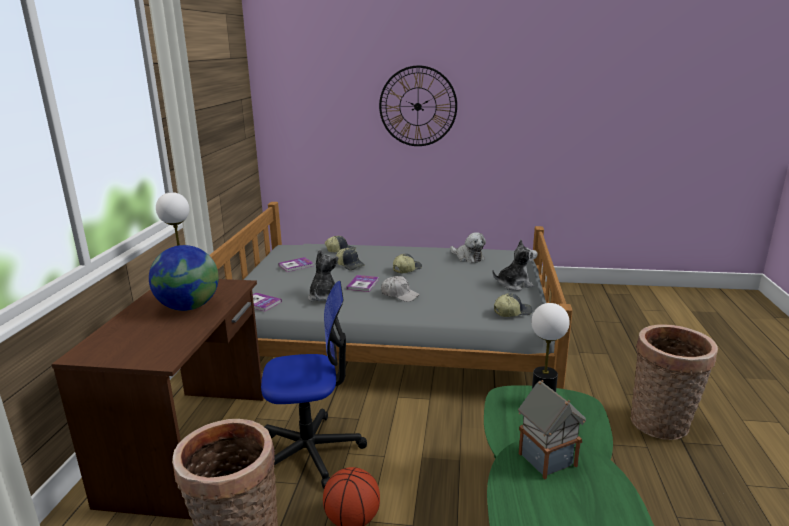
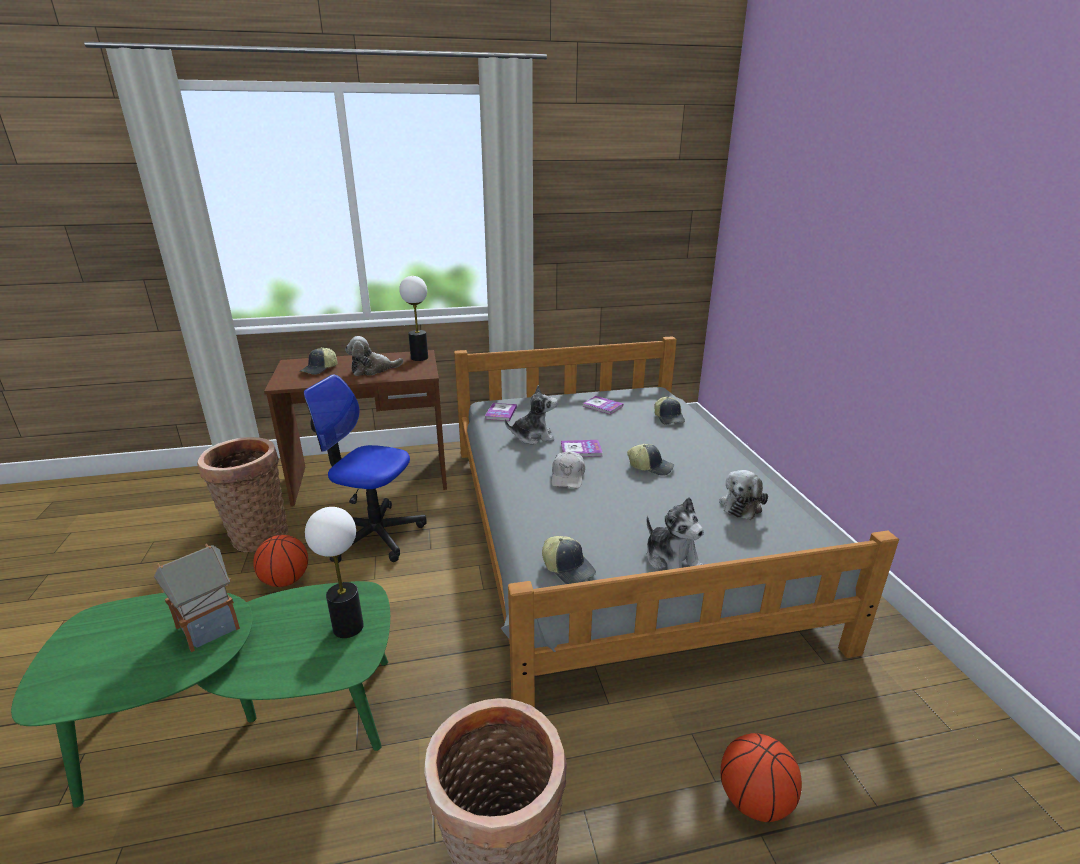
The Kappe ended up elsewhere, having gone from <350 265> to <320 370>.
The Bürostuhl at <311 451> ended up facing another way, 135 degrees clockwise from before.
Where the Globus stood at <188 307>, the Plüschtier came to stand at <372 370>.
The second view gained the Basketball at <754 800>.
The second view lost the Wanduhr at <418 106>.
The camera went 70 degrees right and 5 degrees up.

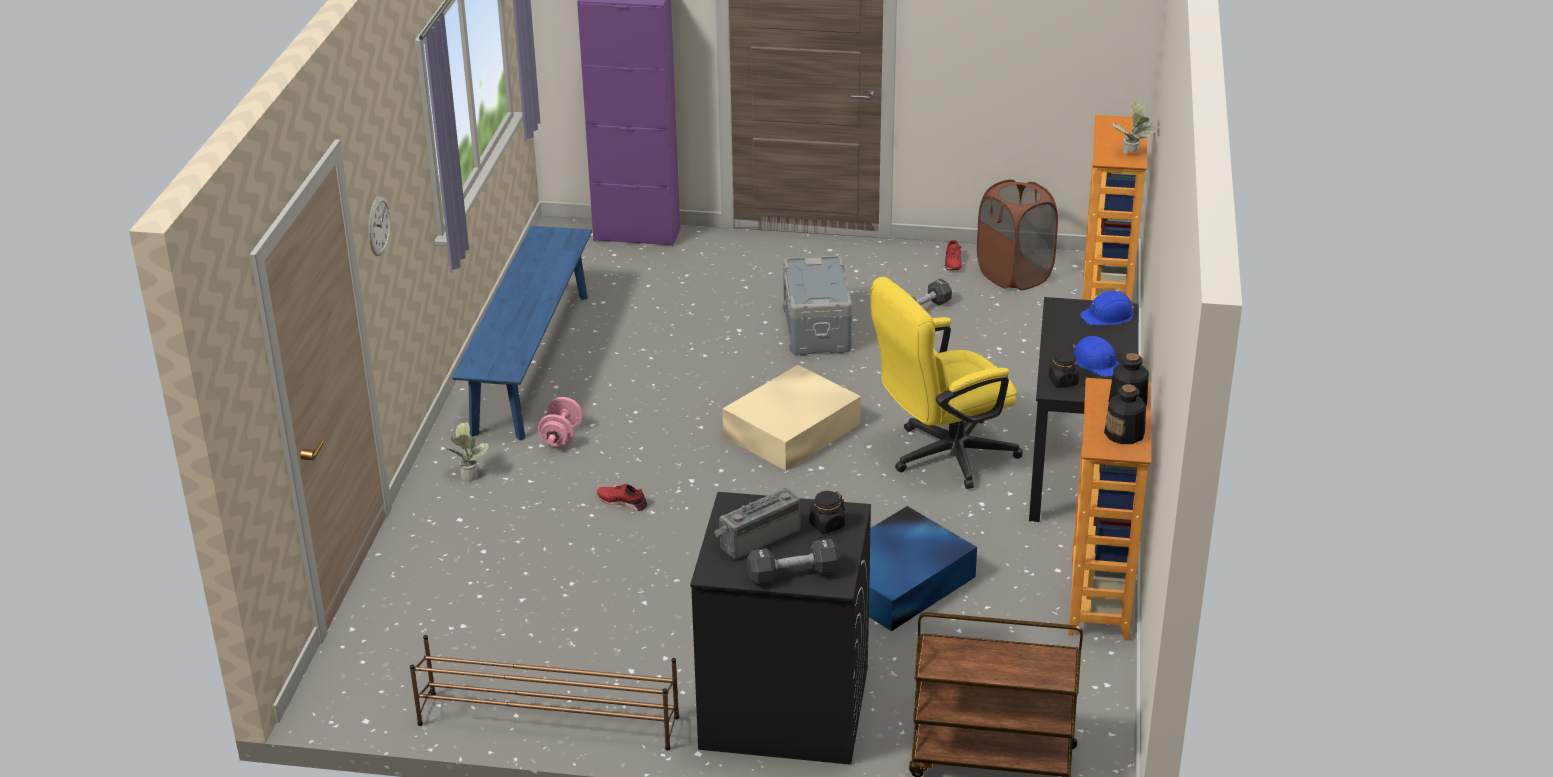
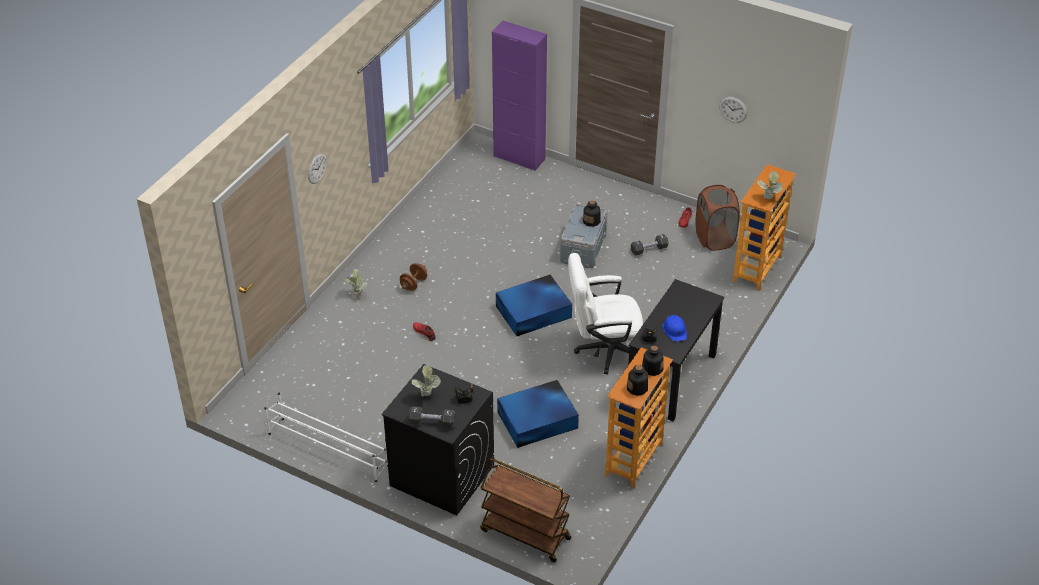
What was the Schuhregal (braun) at <547 720> turned into the Schuhregal (weiß) at <328 449>.
What was the Hantel (rosa) at <561 437> turned into the Hantel (braun) at <413 284>.
Where the Radio stood at <758 537>, the Topfpflanze came to stand at <427 396>.
What was the Aufbewahrungsbox (beige) at <793 430> turned into the Aufbewahrungsbox (blau) at <534 311>.
What was the Bürostuhl (gelb) at <942 456> turned into the Bürostuhl (weiß) at <603 350>.
The second view gained the Flasche at <591 221>.
The second view gained the Wanduhr at <733 109>.
The second view lost the Bank (blau) at <531 362>.
The second view lost the Schutzhelm (blau) at <1108 315>.
The camera went 20 degrees right and 10 degrees up.

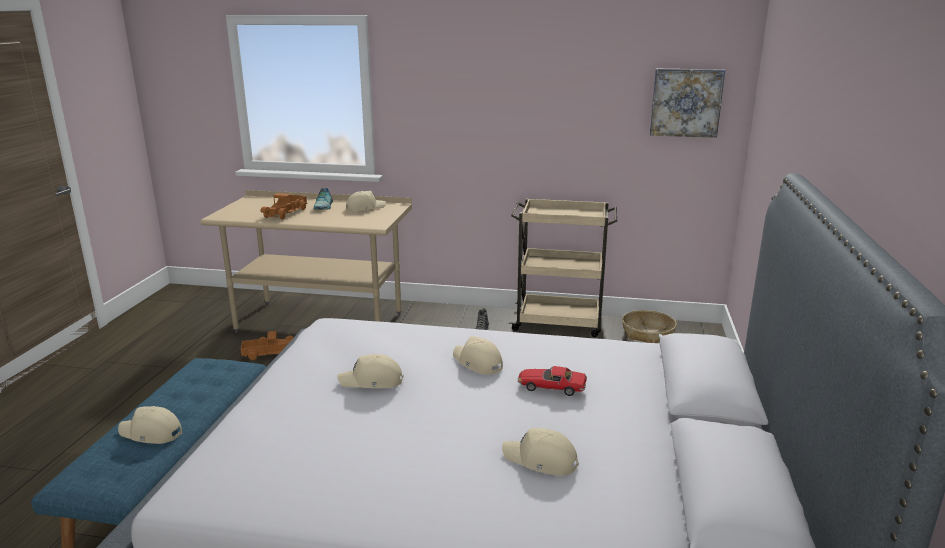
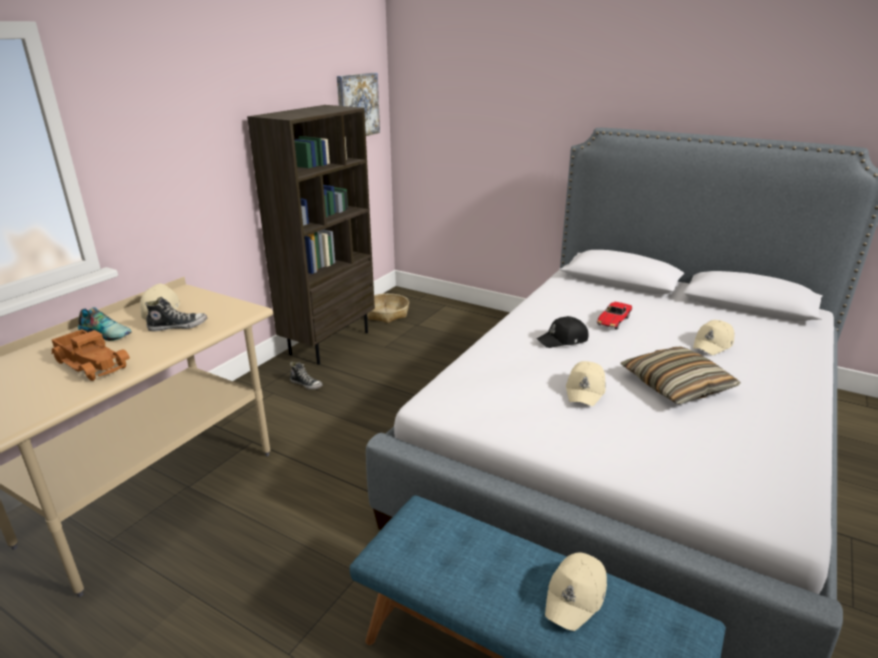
The second view gained the Schuh at <178 326>.
Where the Rollwagen (beige) stood at <559 322>, the Bücherregal (braun) came to stand at <329 342>.
What was the Kappe (beige) at <477 363> turned into the Kappe (schwarz) at <563 340>.
The second view gained the Kissen at <676 385>.
The second view lost the Spielzeuglaster at <270 352>.
The camera went 70 degrees left and 5 degrees up.

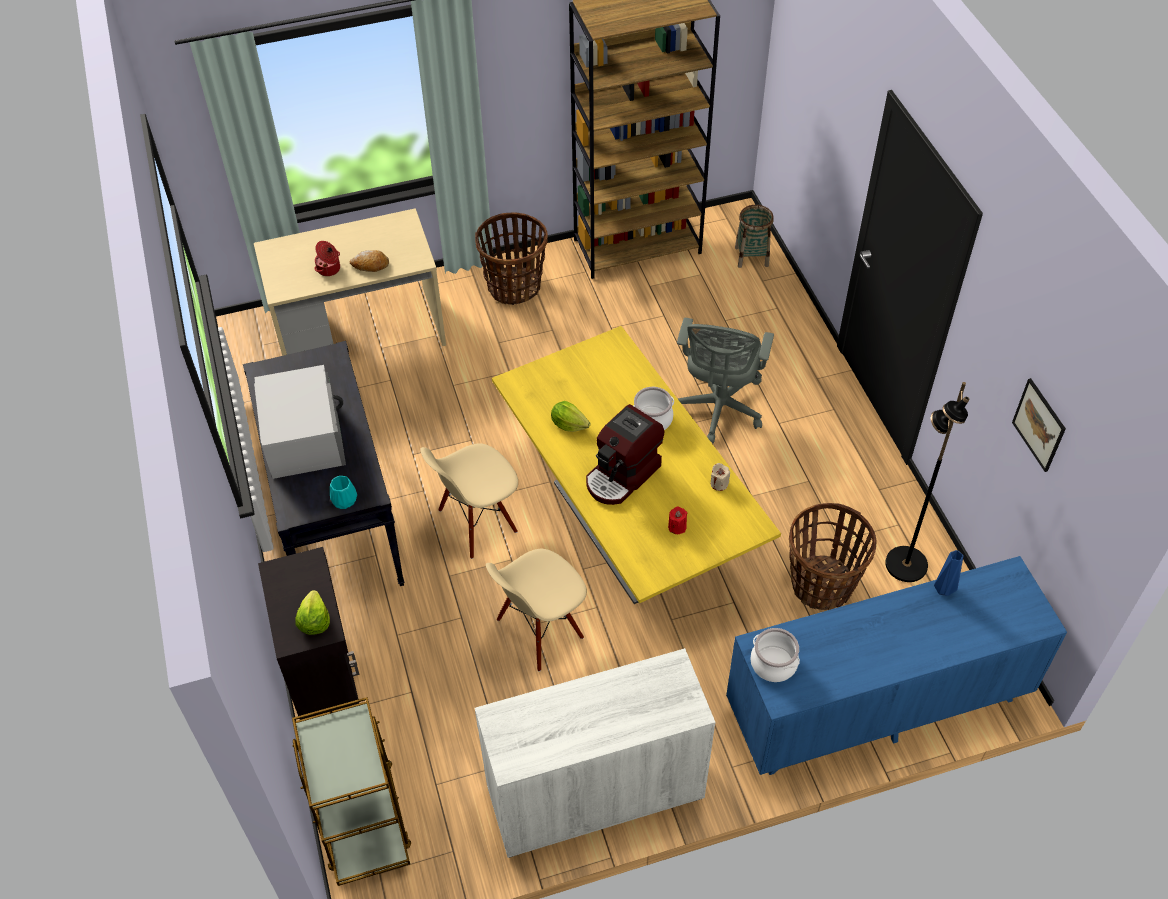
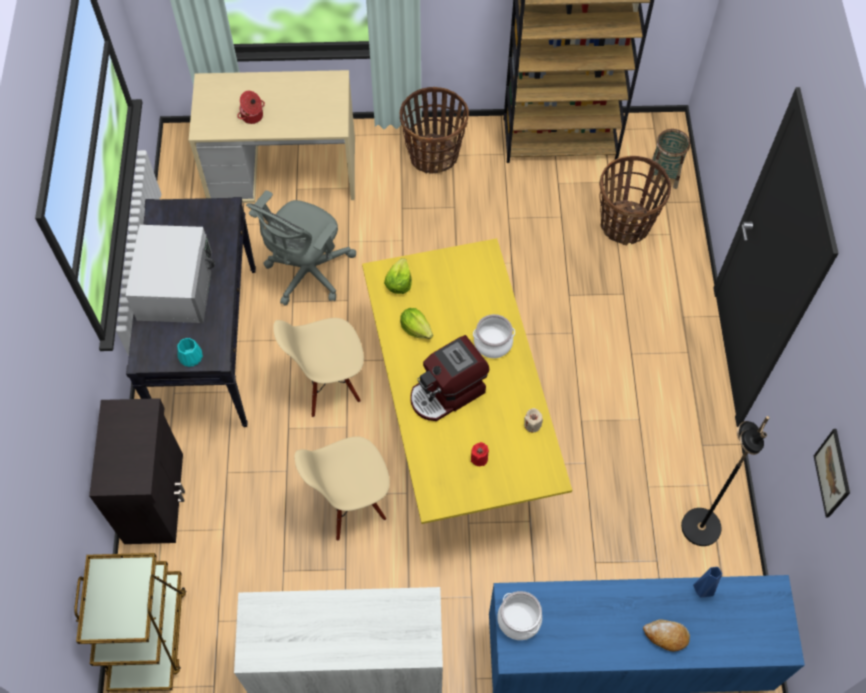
The Bürostuhl (grau) ended up elsewhere, having gone from <718 410> to <306 274>.
The Salatkopf ended up elsewhere, having gone from <314 621> to <399 283>.
The Korb ended up elsewhere, having gone from <822 584> to <625 224>.
The Brot ended up elsewhere, having gone from <370 265> to <666 636>.
The camera went 15 degrees right and 10 degrees up.

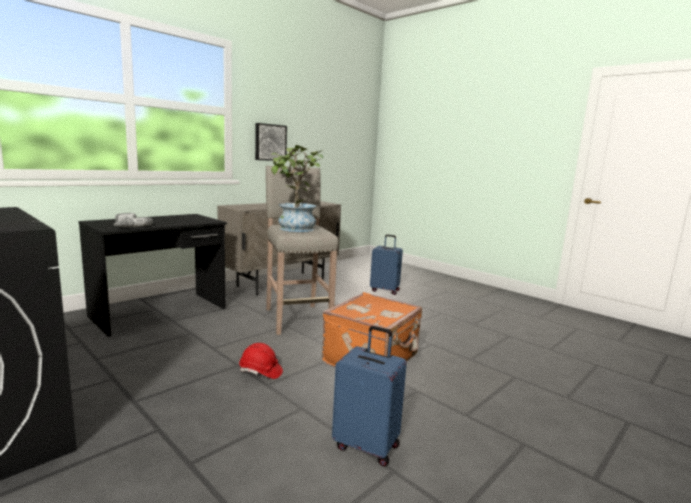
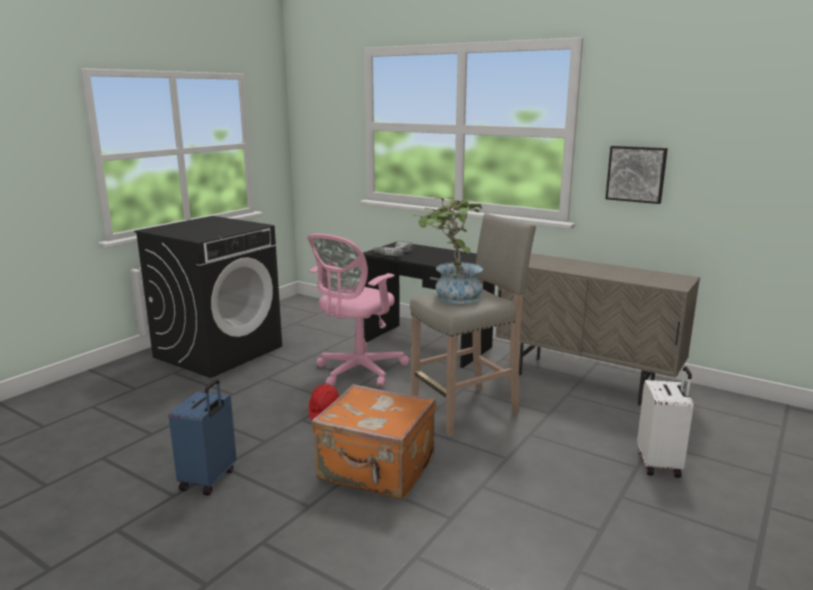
The second view gained the Bürostuhl (rosa) at <357 371>.
What was the Koffer (blau) at <385 290> turned into the Koffer (weiß) at <660 464>.
The camera went 80 degrees right and 5 degrees up.

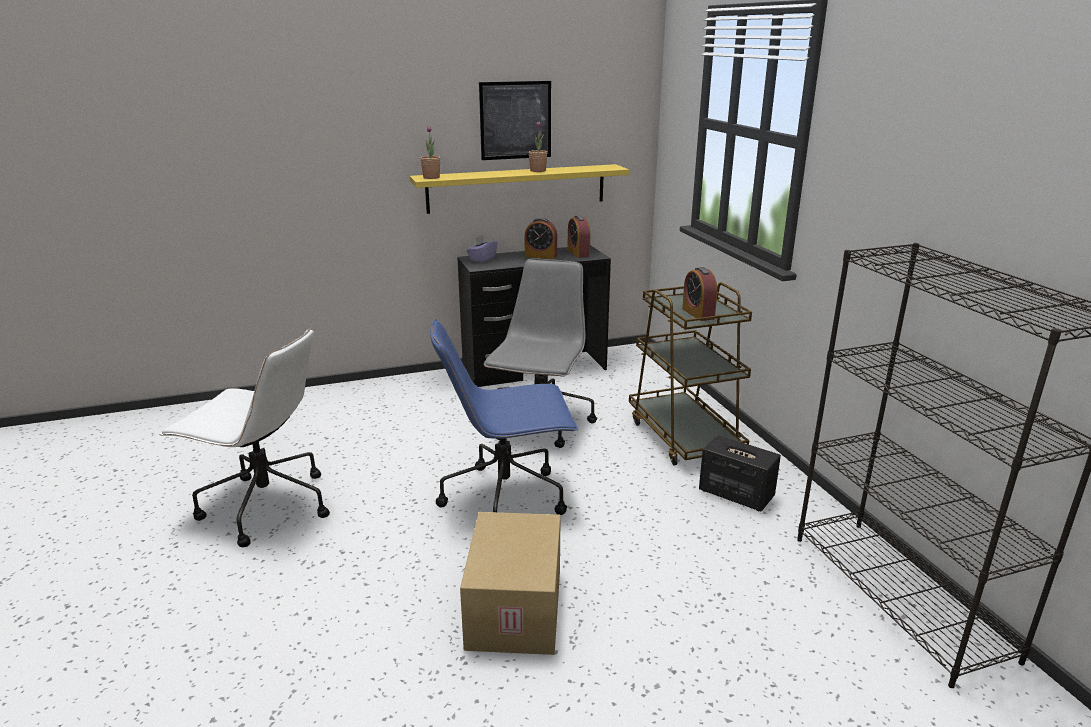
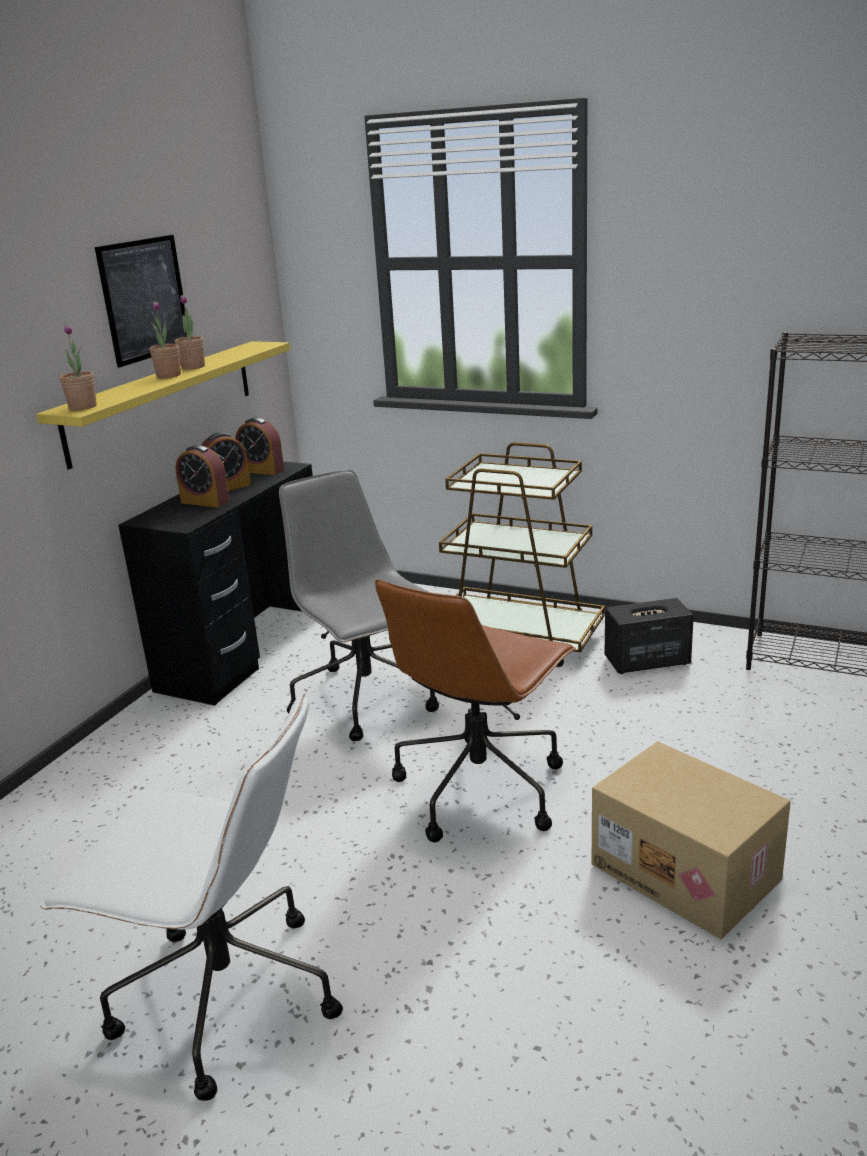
The Bürostuhl (weiß) at <265 506> ended up facing another way, 45 degrees clockwise from before.
The second view gained the Topfpflanze at <169 375>.
The Wecker ended up elsewhere, having gone from <698 313> to <205 502>.
What was the Bürostuhl (blau) at <506 498> turned into the Bürostuhl (braun) at <480 788>.
The second view lost the Taschentuchbox (lila) at <482 259>.
The camera went 45 degrees left and 0 degrees up.

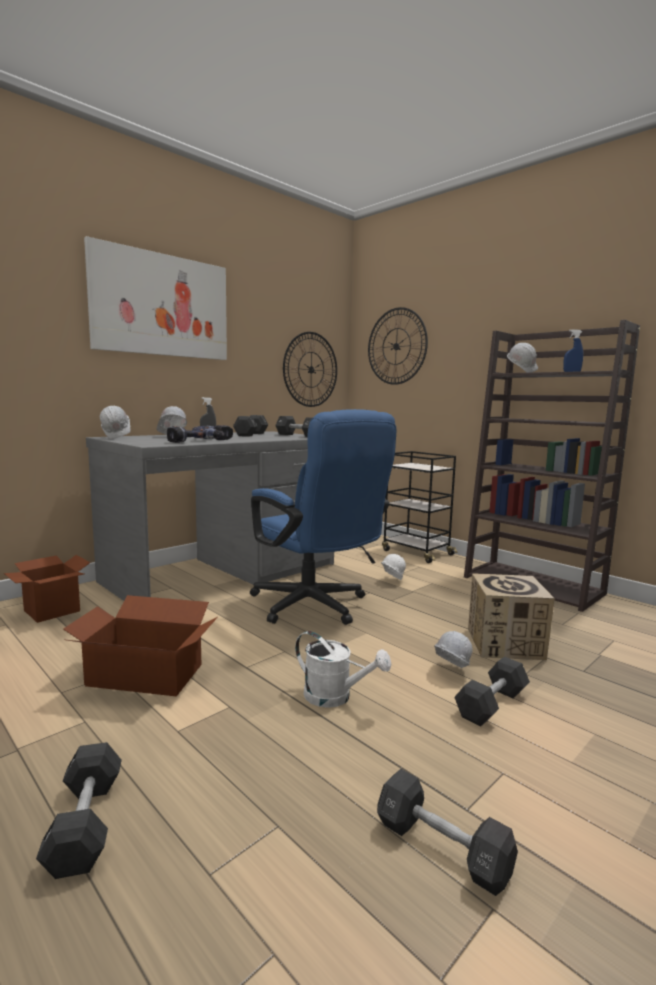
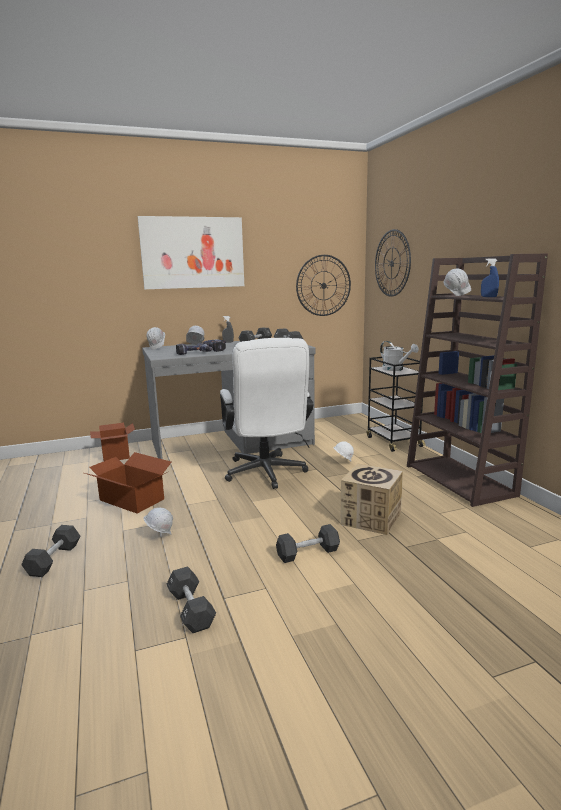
The Schutzhelm (weiß) ended up elsewhere, having gone from <449 672> to <159 536>.
What was the Bürostuhl (blau) at <315 607> turned into the Bürostuhl (weiß) at <266 474>.
The Gießkanne (weiß) ended up elsewhere, having gone from <335 697> to <396 369>.
The camera went 25 degrees right and 5 degrees up.

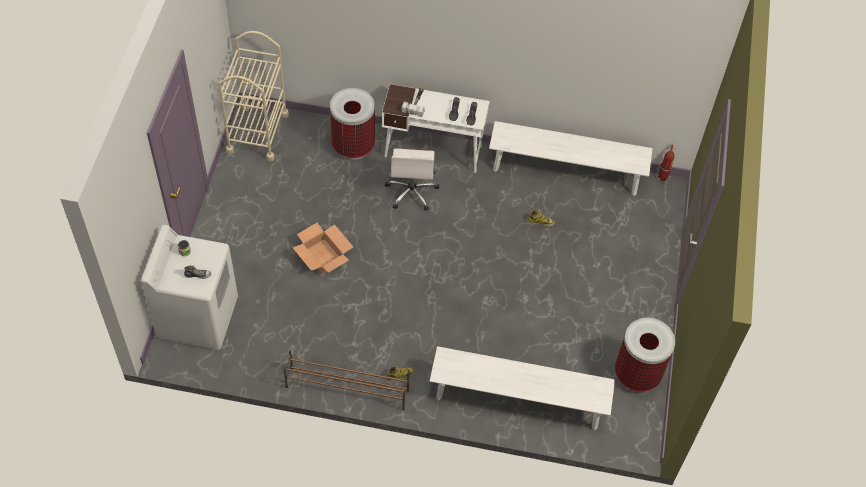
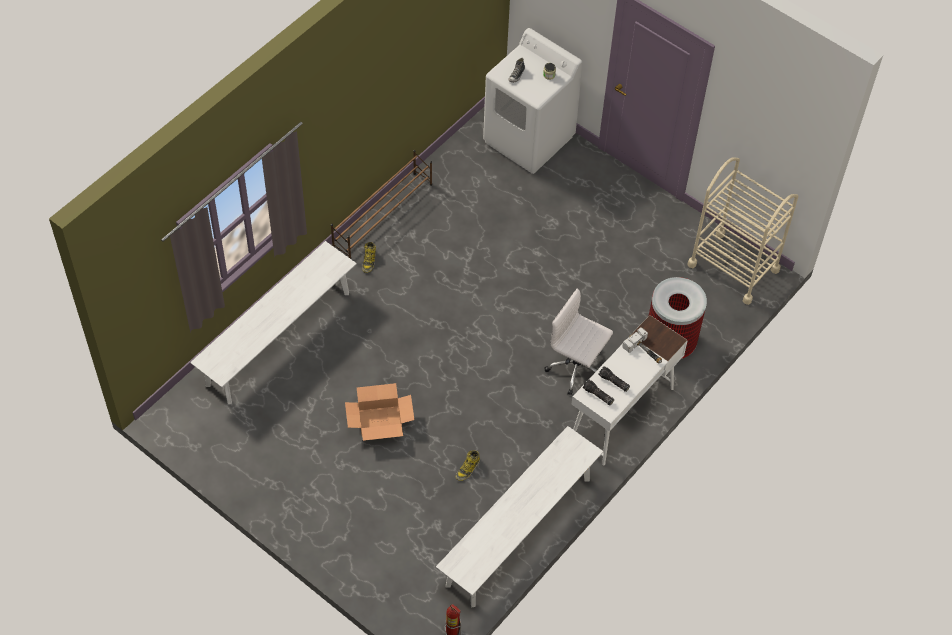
The Karton ended up elsewhere, having gone from <323 256> to <380 421>.
The second view lost the Mülleimer at <637 374>.
The camera went 120 degrees right and 0 degrees up.

